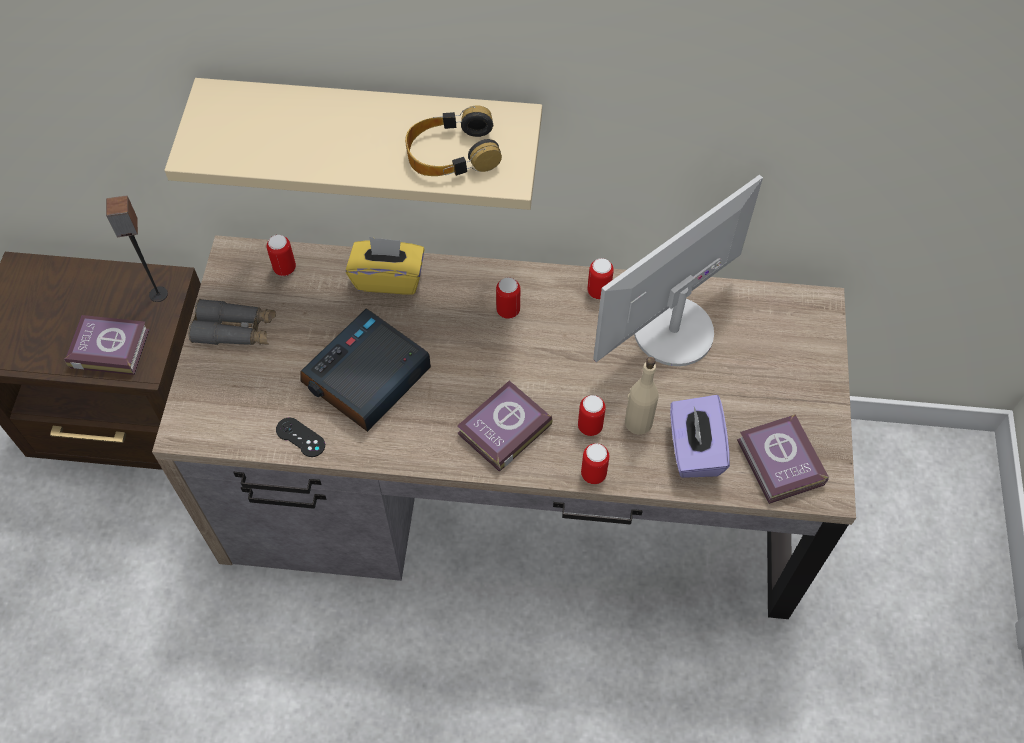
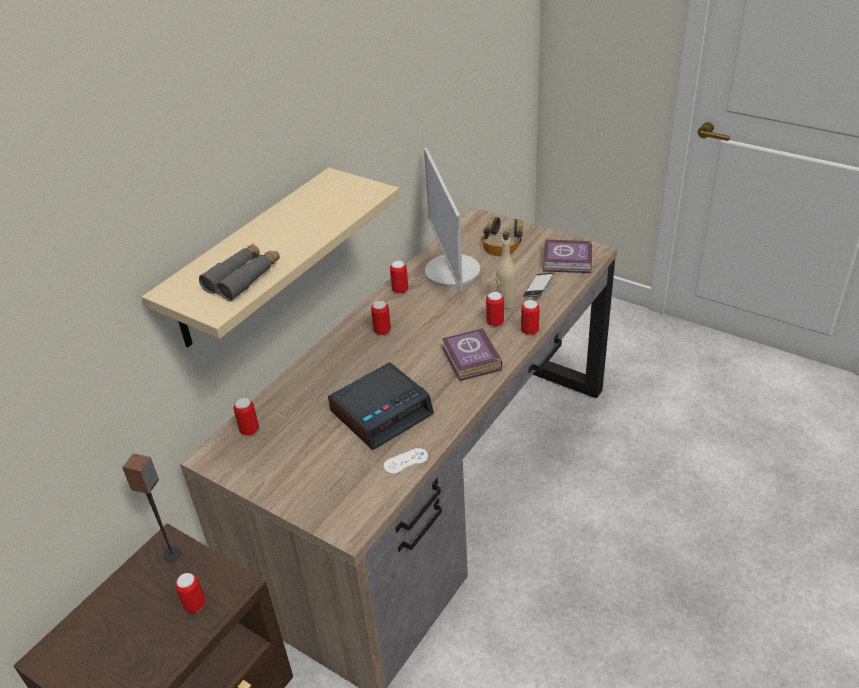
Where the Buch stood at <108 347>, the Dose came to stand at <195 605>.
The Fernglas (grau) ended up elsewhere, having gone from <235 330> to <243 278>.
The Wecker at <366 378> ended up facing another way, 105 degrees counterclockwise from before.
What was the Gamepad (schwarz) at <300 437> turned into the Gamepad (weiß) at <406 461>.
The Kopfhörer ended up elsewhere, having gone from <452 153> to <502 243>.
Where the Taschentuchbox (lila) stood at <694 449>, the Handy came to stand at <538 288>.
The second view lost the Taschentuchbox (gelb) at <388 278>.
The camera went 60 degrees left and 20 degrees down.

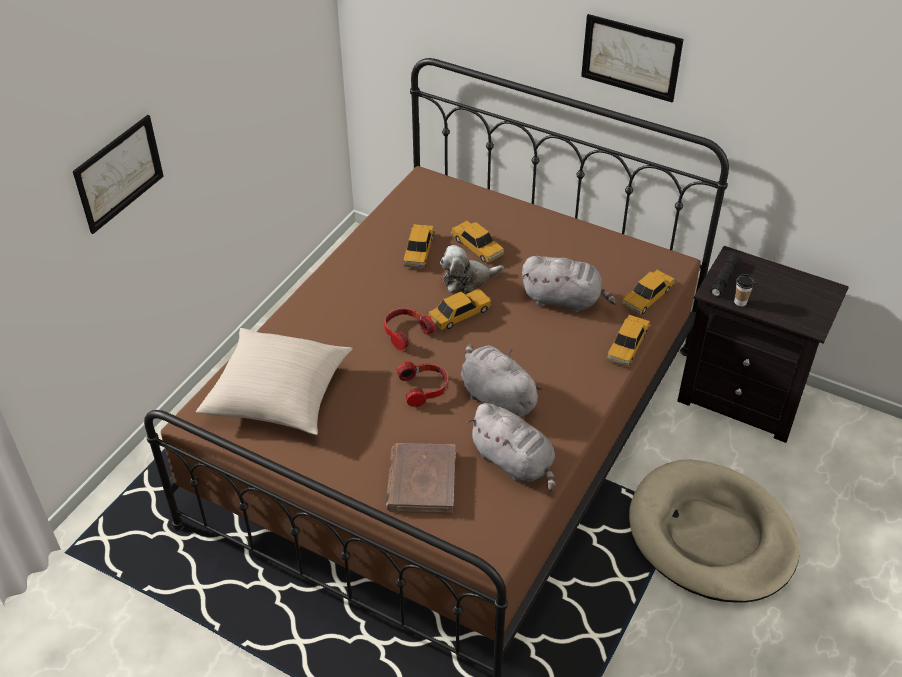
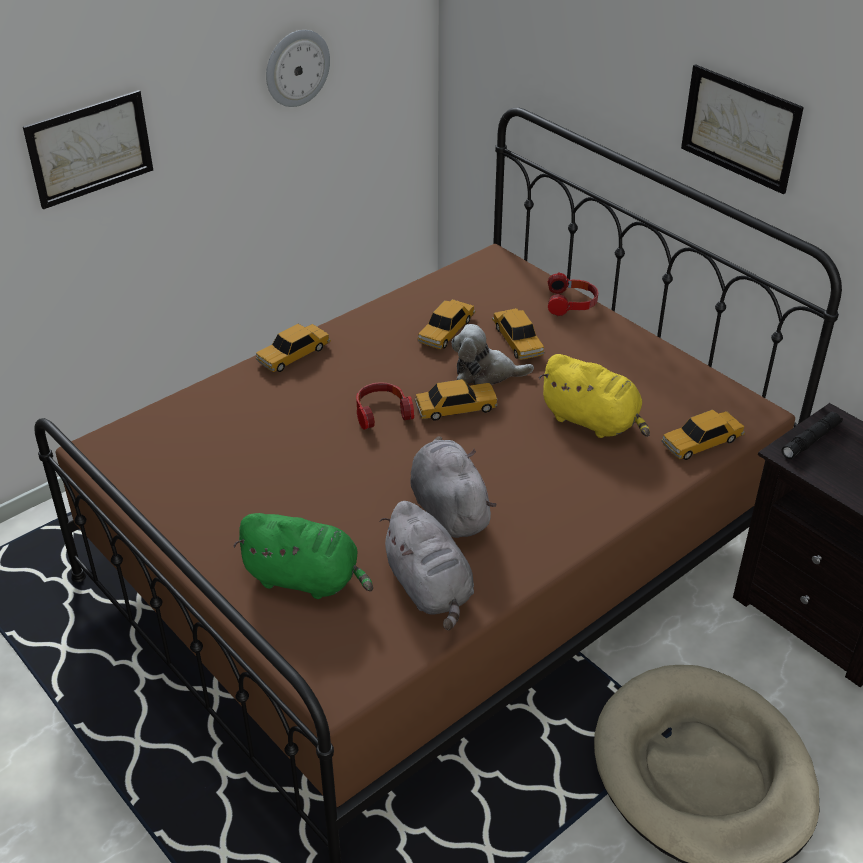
Where the Buch (braun) stood at <421 481>, the Plüschtier (grün) came to stand at <306 579>.
The Spielzeugauto ended up elsewhere, having gone from <627 346> to <293 355>.
The second view gained the Wanduhr at <296 67>.
What was the Plüschtier (grau) at <564 300> turned into the Plüschtier (gelb) at <593 421>.
The Kopfhörer ended up elsewhere, having gone from <424 388> to <571 303>.
The second view lost the Kissen (beige) at <279 394>.
The second view lost the Tasse at <740 302>.
The camera went 20 degrees right and 5 degrees down.

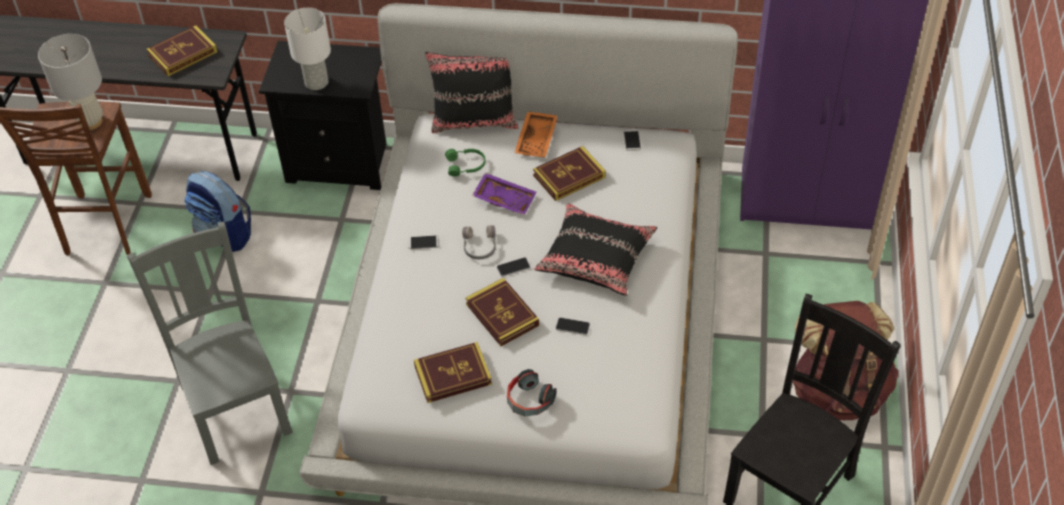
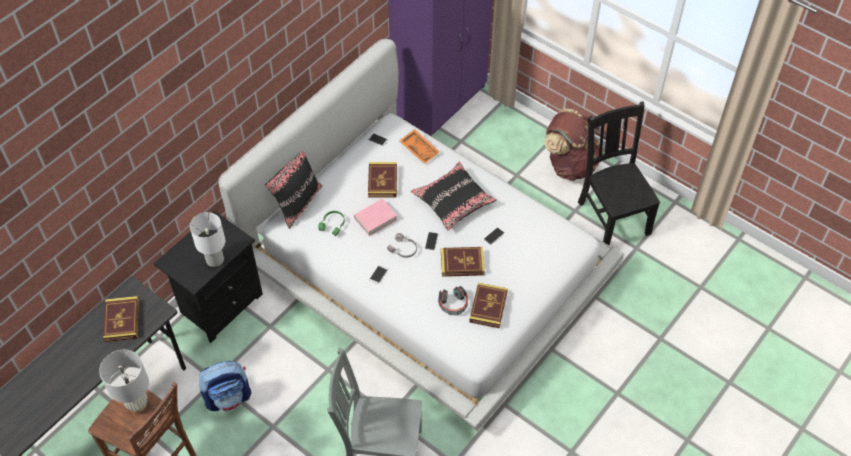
Where the Tablett (lila) stood at <505 198>, the Buch (rosa) came to stand at <375 219>.
The Tablett (orange) ended up elsewhere, having gone from <537 140> to <420 149>.
The Kopfhörer ended up elsewhere, having gone from <529 400> to <453 304>.
The camera went 60 degrees left and 5 degrees up.

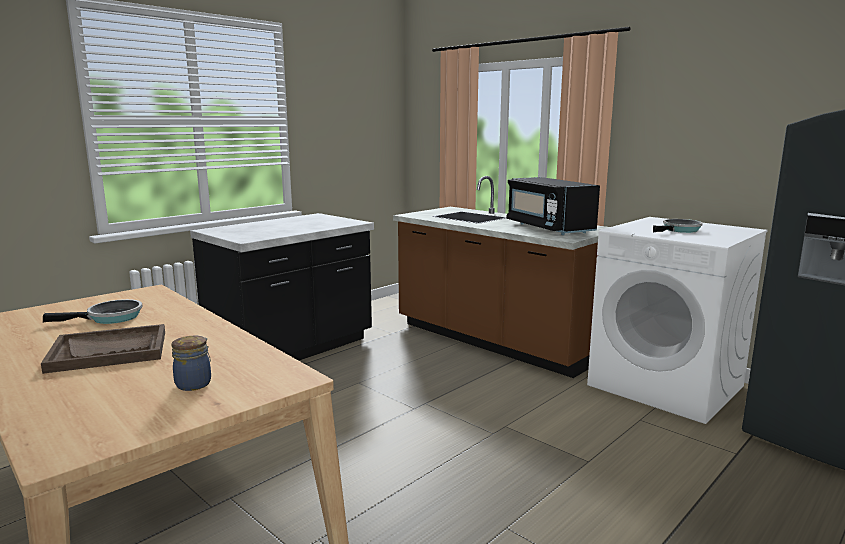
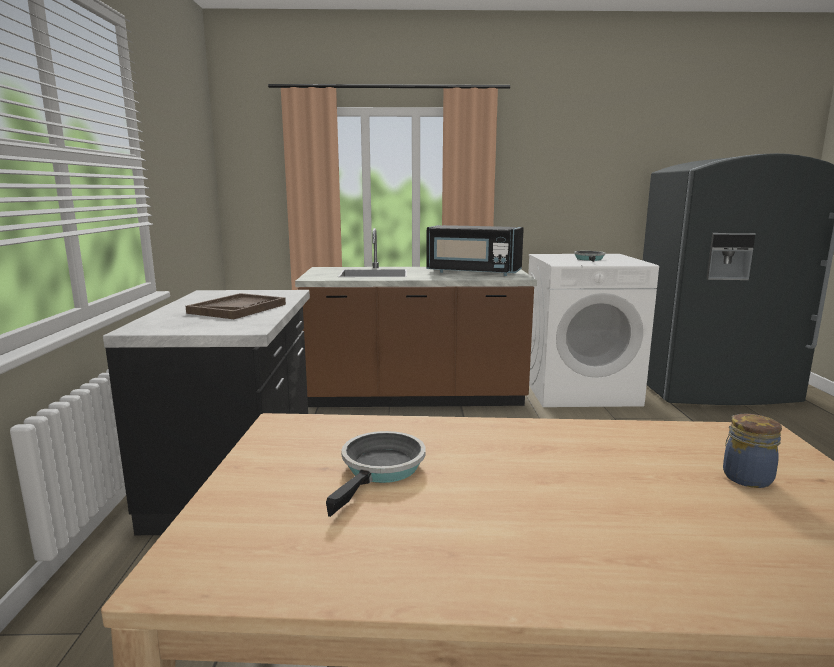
The Tablett (braun) ended up elsewhere, having gone from <109 351> to <237 308>.
The camera went 45 degrees left and 0 degrees up.

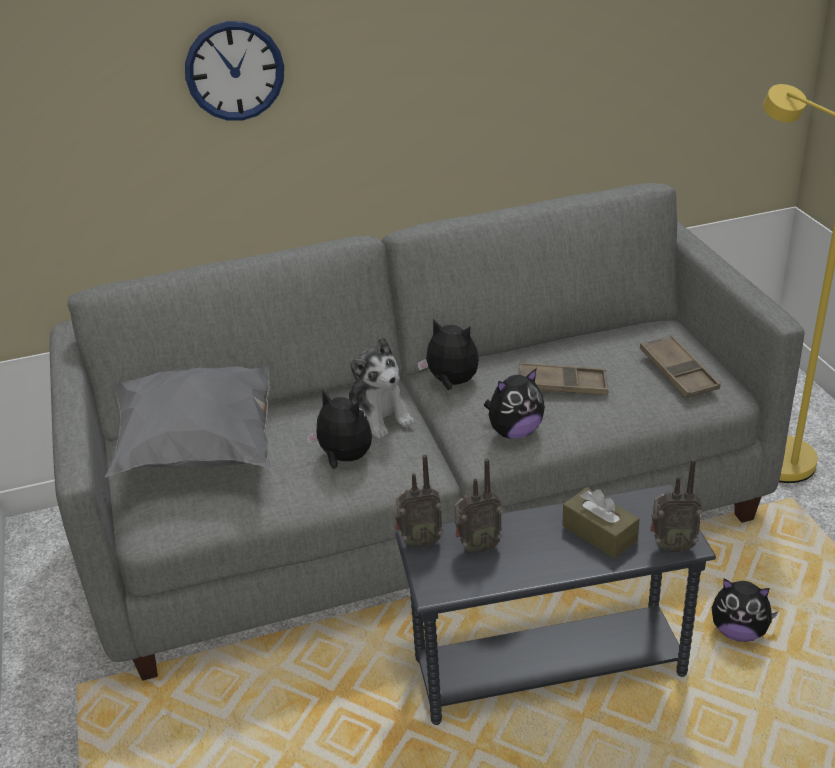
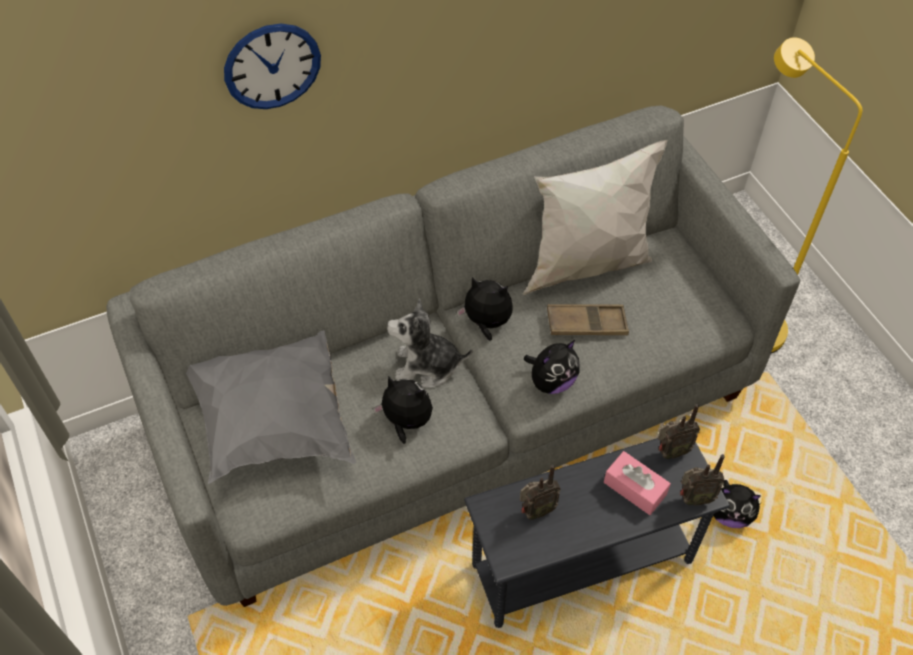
The Plüschtier at <379 416> ended up facing another way, 135 degrees clockwise from before.
The second view gained the Kissen (weiß) at <588 265>.
What was the Taschentuchbox (braun) at <599 533> turned into the Taschentuchbox (rosa) at <635 488>.
The Radio ended up elsewhere, having gone from <419 541> to <670 451>.
The second view lost the Tablett (braun) at <678 372>.
The camera went 10 degrees left and 20 degrees up.

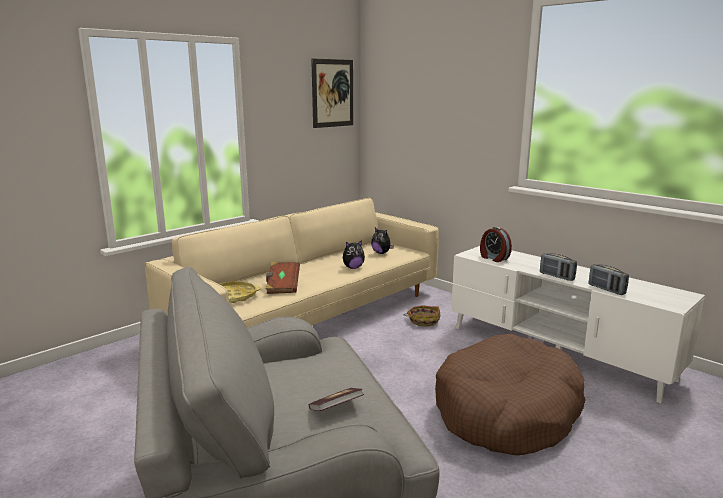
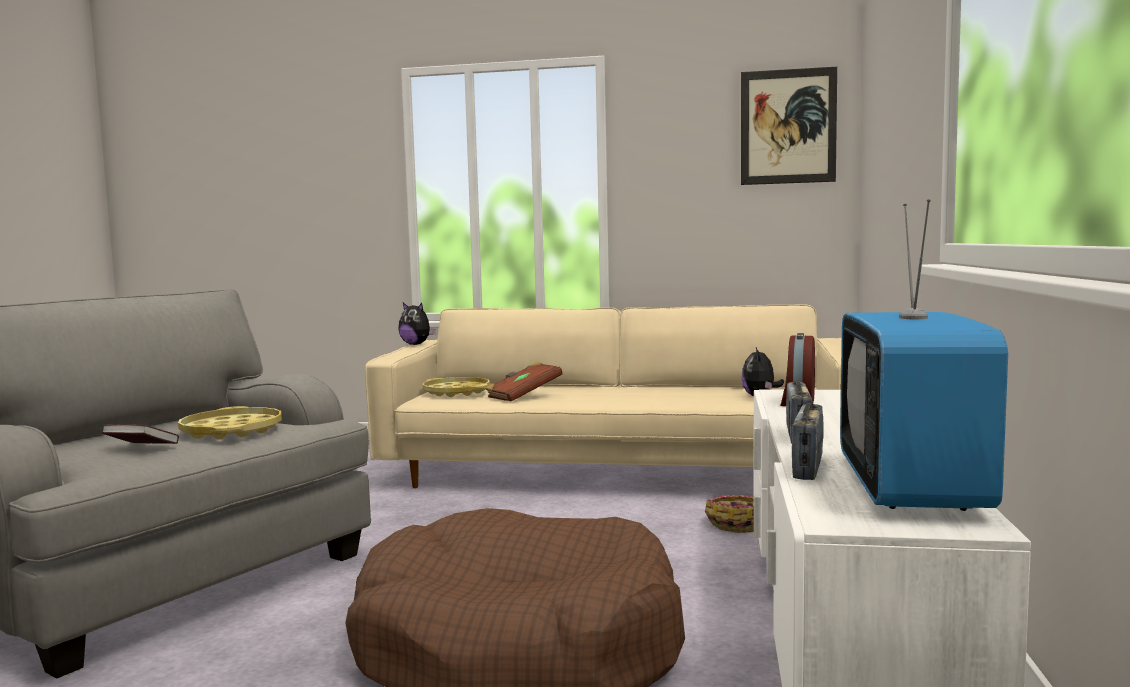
The second view gained the Tablett (gelb) at <232 431>.
The Plüschtier ended up elsewhere, having gone from <353 267> to <416 344>.
The second view gained the Fernseher at <911 487>.
The camera went 55 degrees right and 10 degrees down.

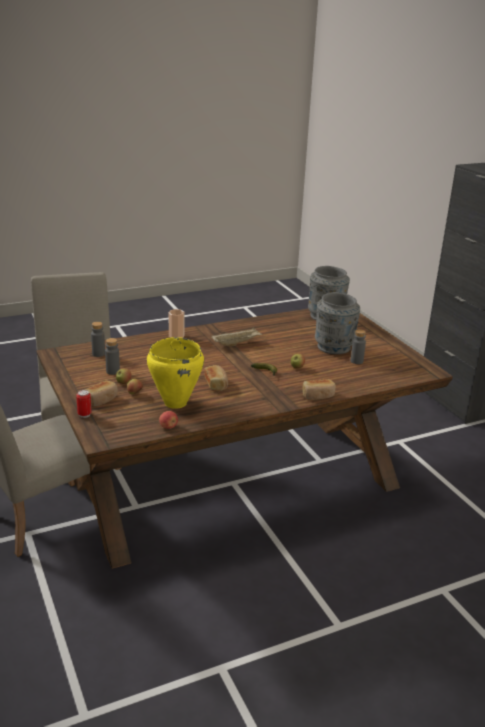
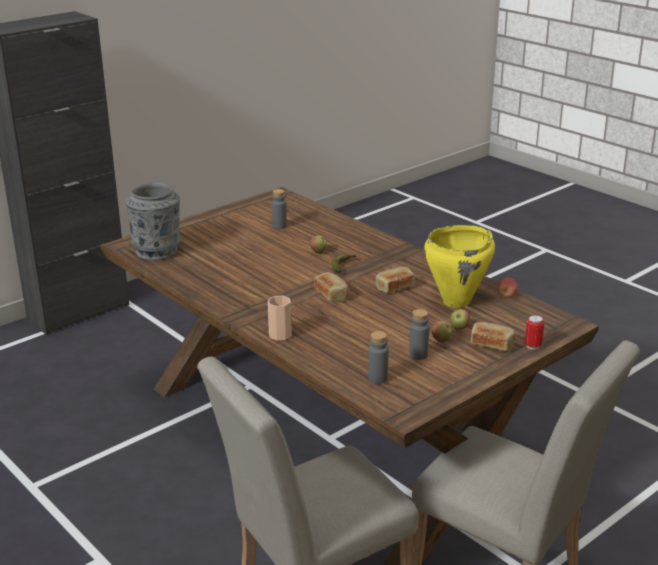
The Brot ended up elsewhere, having gone from <318 395> to <332 295>.
The second view lost the Tablett (beige) at <236 343>.
The second view lost the Vase (grau) at <334 347>.
The camera went 105 degrees left and 0 degrees up.

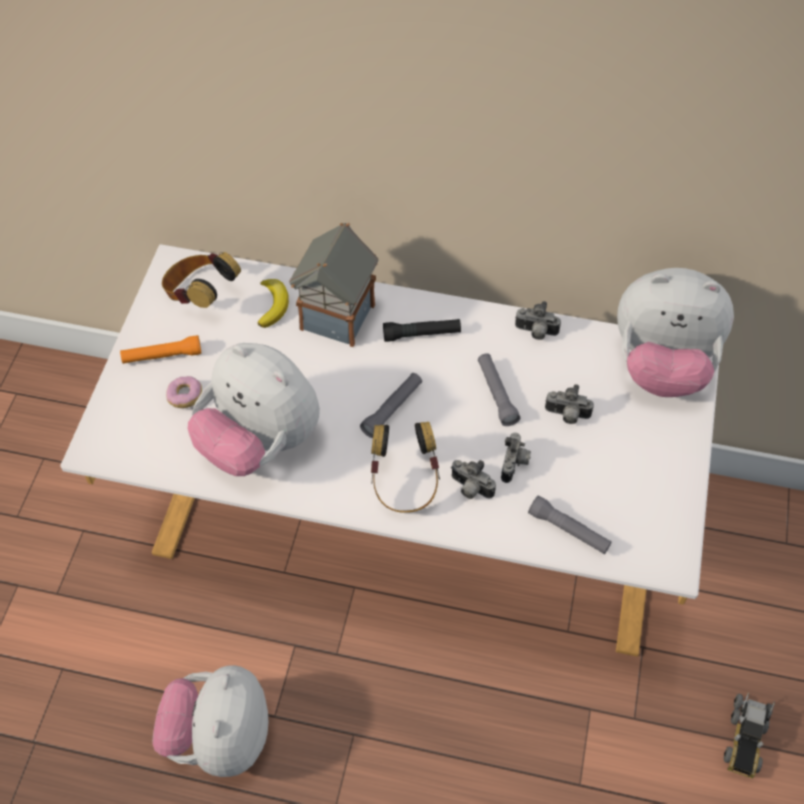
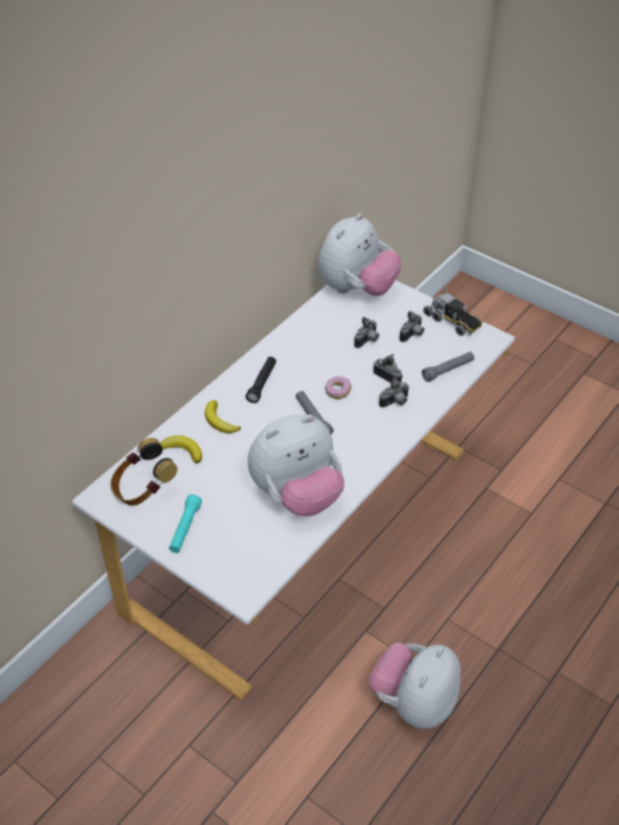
What was the Taschenlampe (orange) at <162 356> turned into the Taschenlampe (türkis) at <185 528>.
Where the Spielzeughaus stood at <337 319>, the Banane came to stand at <219 421>.
The Donut ended up elsewhere, having gone from <185 397> to <338 391>.
The Plüschtier at <219 737> ended up facing another way, 90 degrees clockwise from before.
The Kamera ended up elsewhere, having gone from <535 333> to <412 335>.
The Spielzeuglaster ended up elsewhere, having gone from <745 738> to <452 321>.
The second view lost the Kopfhörer at <404 484>.
The second view lost the Taschenlampe (grau) at <496 394>.
The camera went 65 degrees left and 10 degrees down.

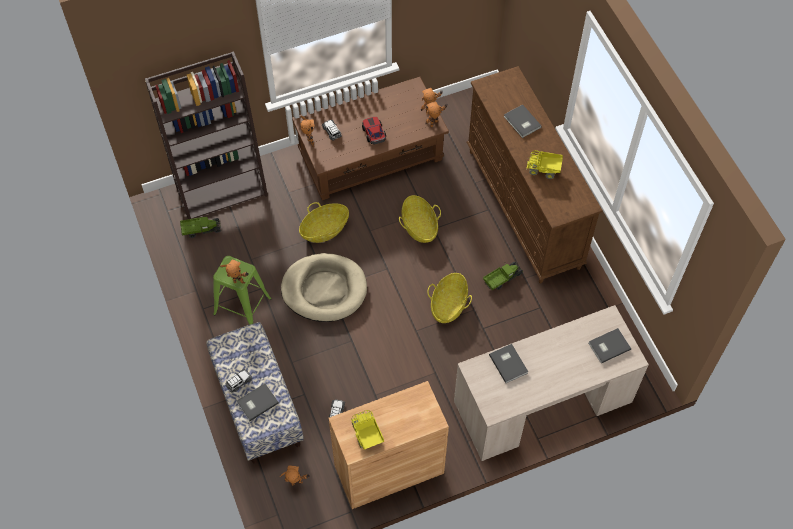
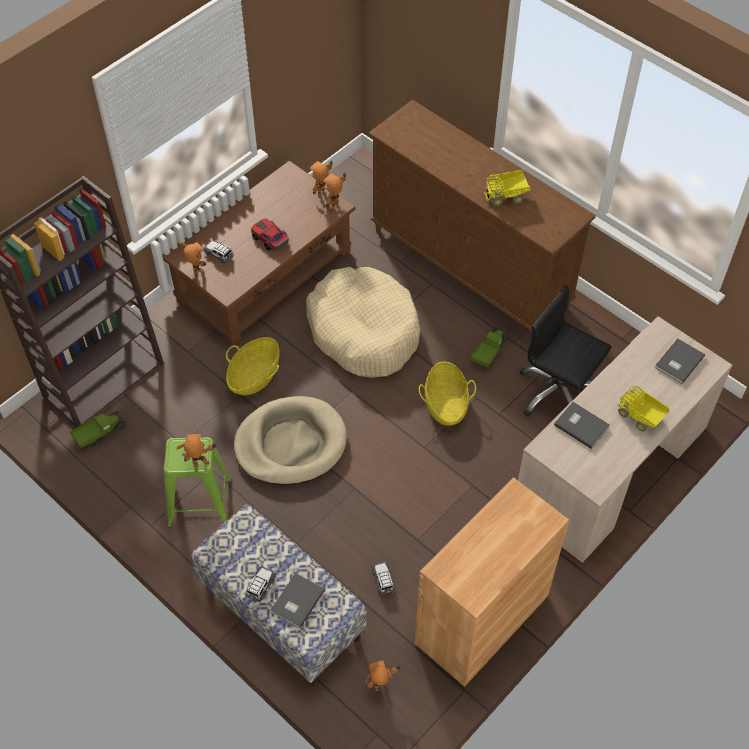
Where the Korb stood at <419 226>, the Hundebett (beige) came to stand at <364 331>.
The second view gained the Bürostuhl (schwarz) at <558 393>.
The Spielzeuglaster ended up elsewhere, having gone from <367 435> to <640 417>.
The second view lost the Buch (grau) at <522 122>.
The camera went 25 degrees left and 5 degrees down.

